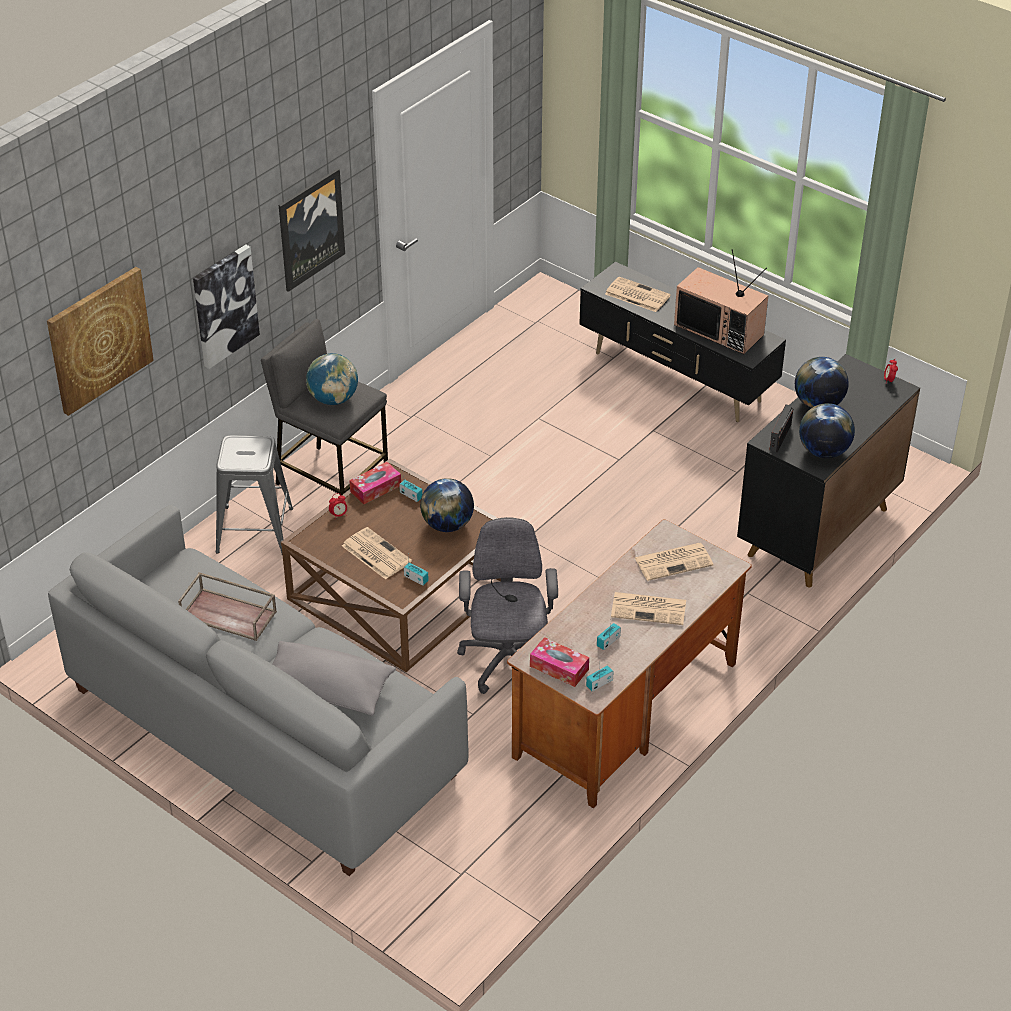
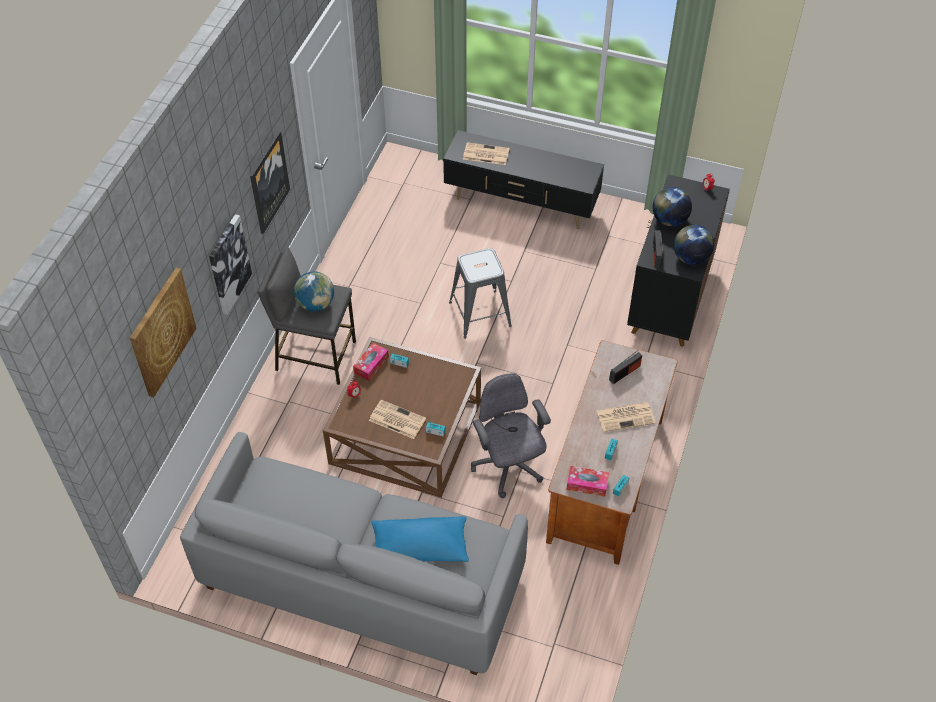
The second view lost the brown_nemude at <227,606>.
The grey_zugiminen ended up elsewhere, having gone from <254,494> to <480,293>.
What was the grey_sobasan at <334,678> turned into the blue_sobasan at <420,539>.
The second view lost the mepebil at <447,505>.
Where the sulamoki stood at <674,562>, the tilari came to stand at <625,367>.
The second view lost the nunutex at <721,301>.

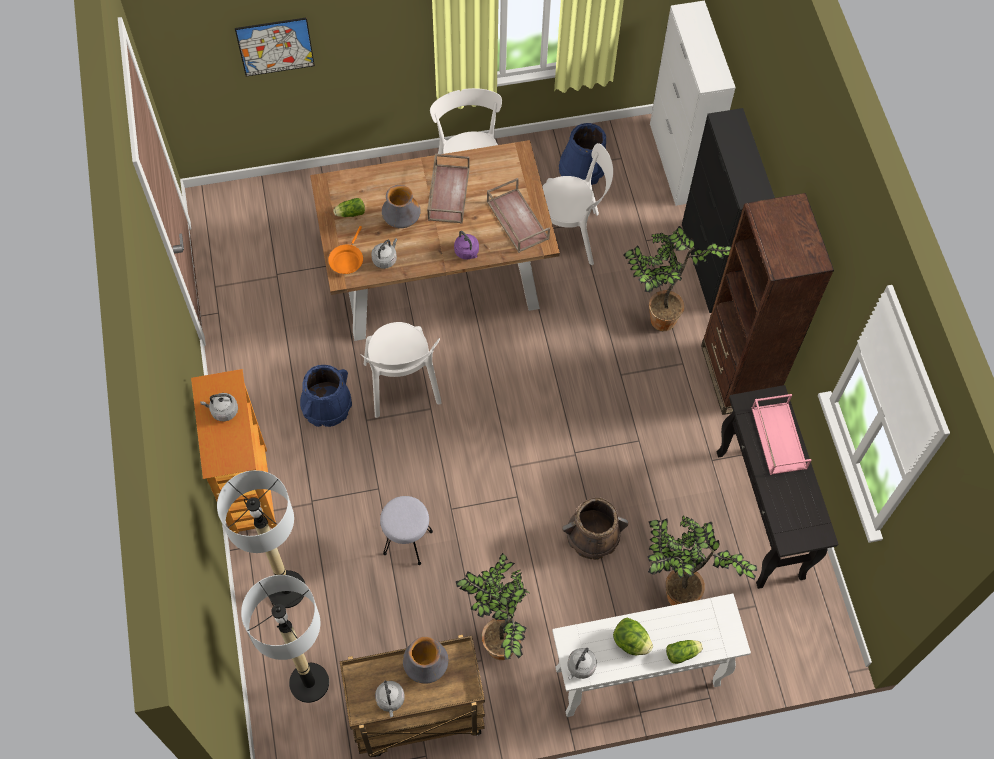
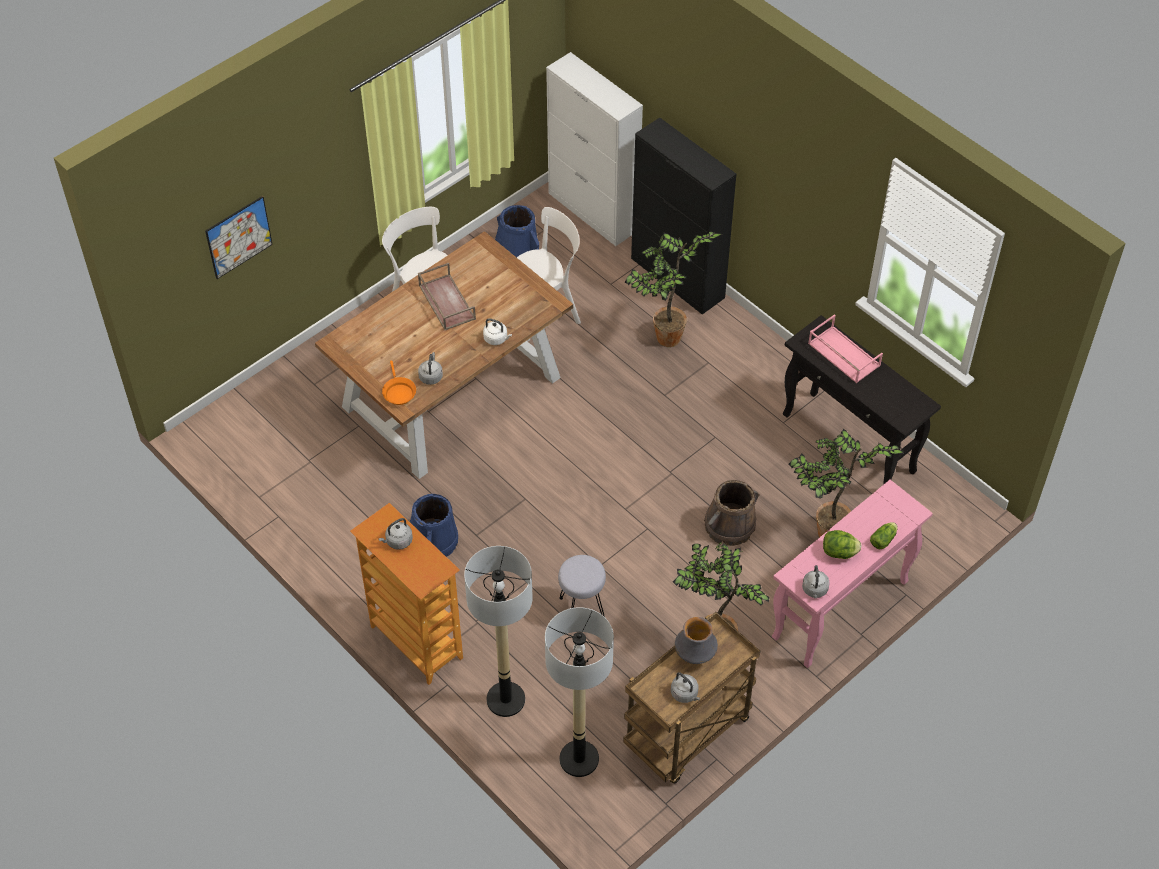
The second view lost the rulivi at <349,207>.
The second view lost the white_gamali at <401,370>.
The second view lost the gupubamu at <401,206>.
What was the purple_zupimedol at <466,245> turned into the white_zupimedol at <497,331>.
The second view lost the brown_nemude at <518,215>.
What was the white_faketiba at <651,655> turned into the pink_faketiba at <852,574>.
The second view lost the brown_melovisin at <767,304>.

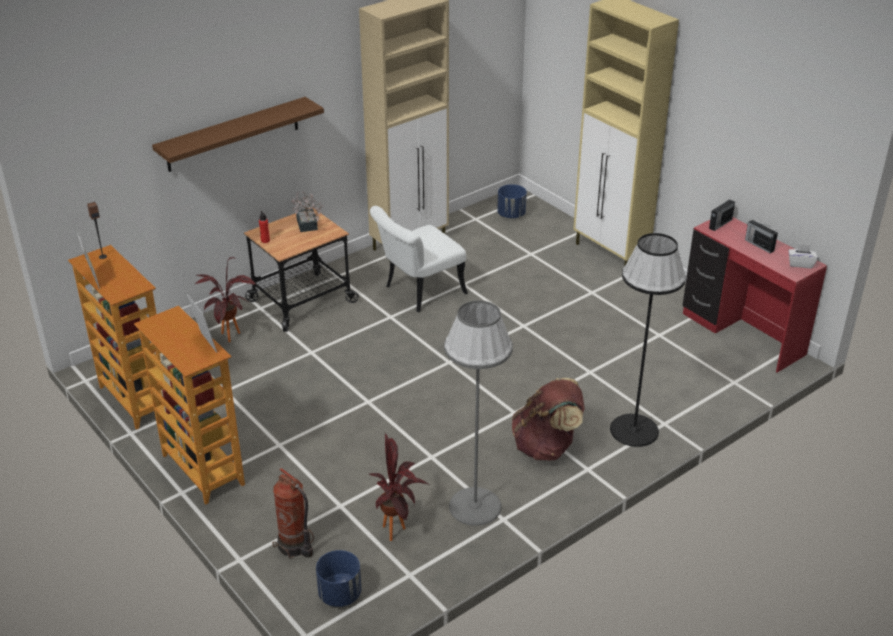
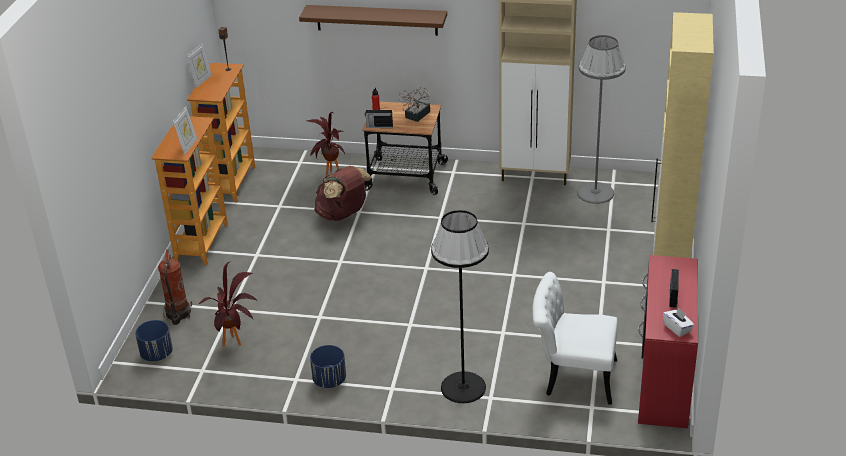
The white_gamali ended up elsewhere, having gone from <419,259> to <575,338>.
The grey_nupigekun ended up elsewhere, having gone from <478,413> to <601,119>.
The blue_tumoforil ended up elsewhere, having gone from <512,201> to <328,366>.
The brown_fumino ended up elsewhere, having gone from <548,419> to <343,193>.
The tilari ended up elsewhere, having gone from <722,214> to <379,117>.

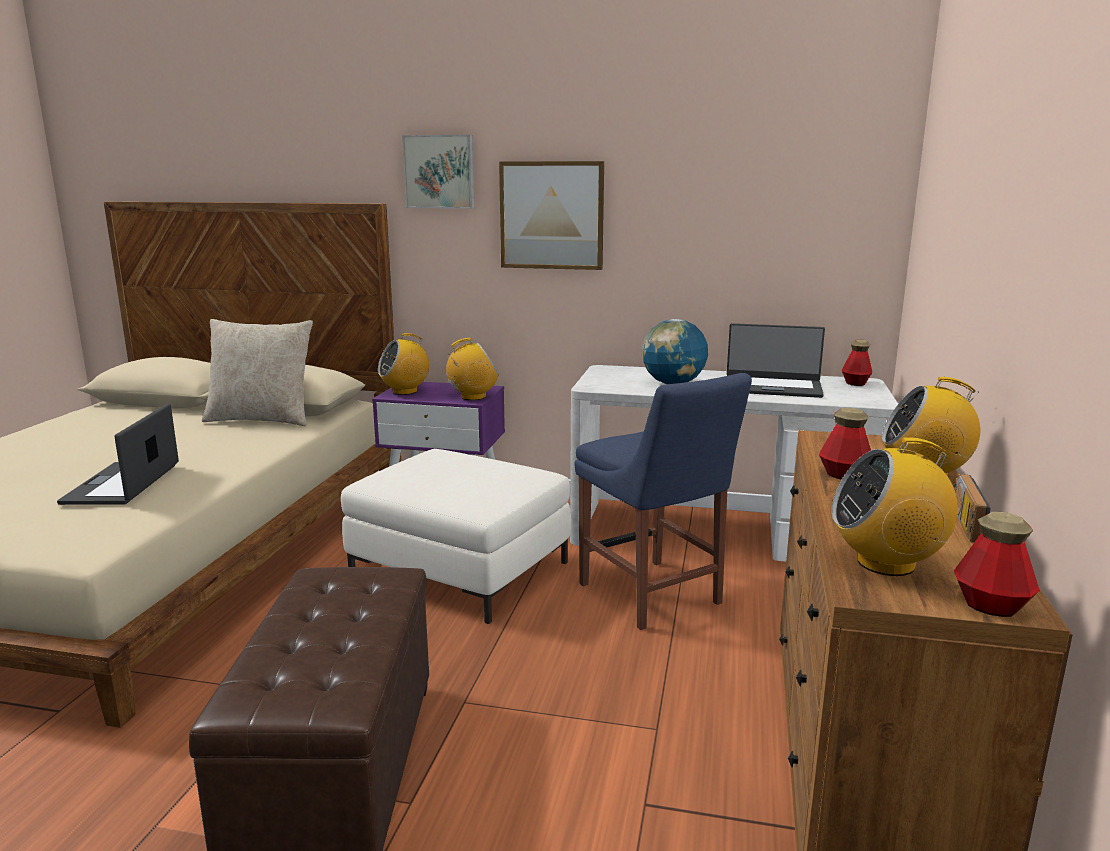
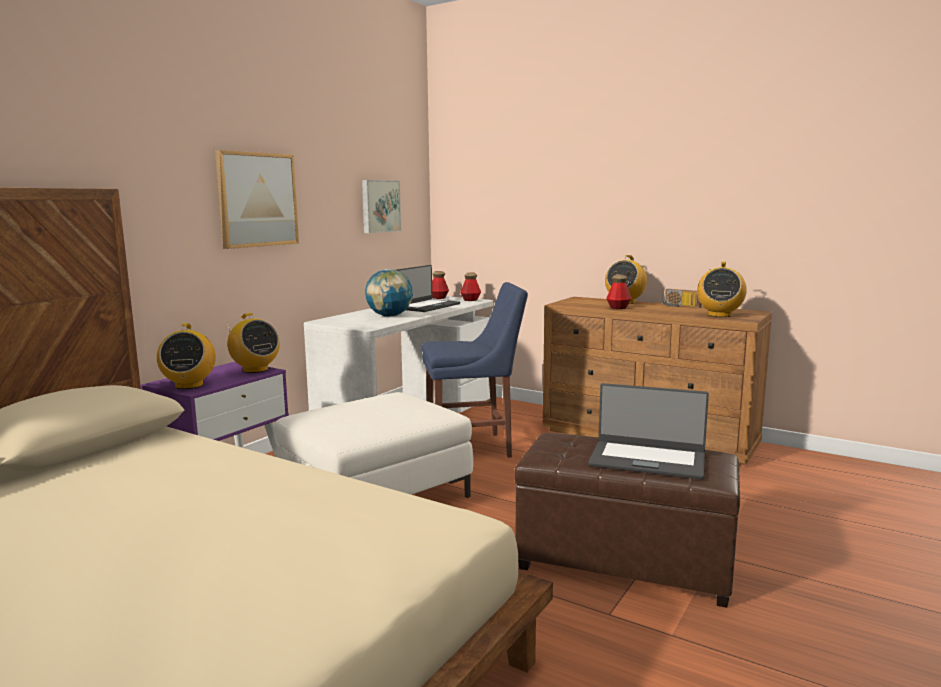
The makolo ended up elsewhere, having gone from <118,454> to <648,431>.
The second view lost the beige_sobasan at <257,372>.
The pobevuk ended up elsewhere, having gone from <438,172> to <381,206>.
The tilari at <472,369> ended up facing another way, 135 degrees clockwise from before.
The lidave ended up elsewhere, having gone from <997,564> to <470,287>.

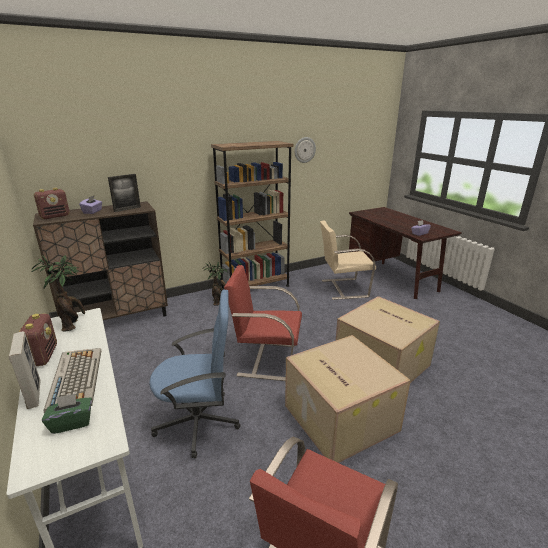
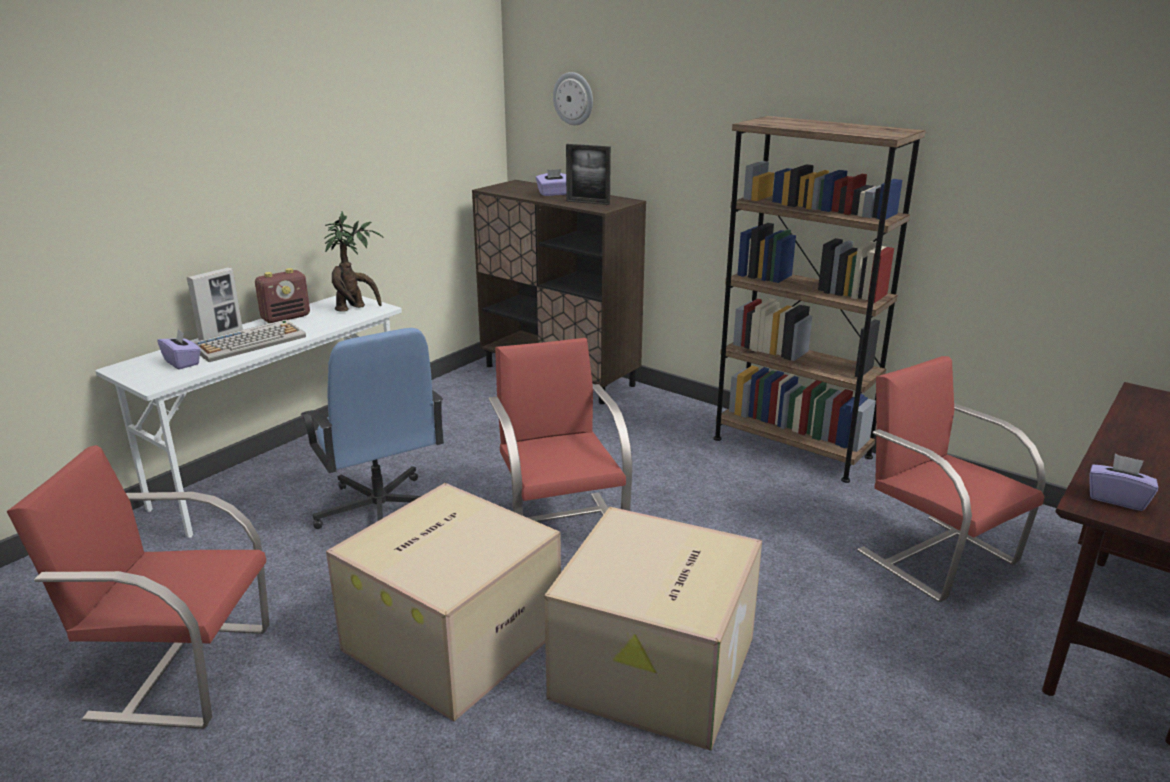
The second view lost the tilari at <52,203>.
What was the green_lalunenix at <67,413> turned into the purple_lalunenix at <179,349>.
The second view lost the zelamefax at <215,283>.
The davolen ended up elsewhere, having gone from <305,150> to <573,98>.
What was the beige_gamali at <348,260> turned into the red_gamali at <951,479>.

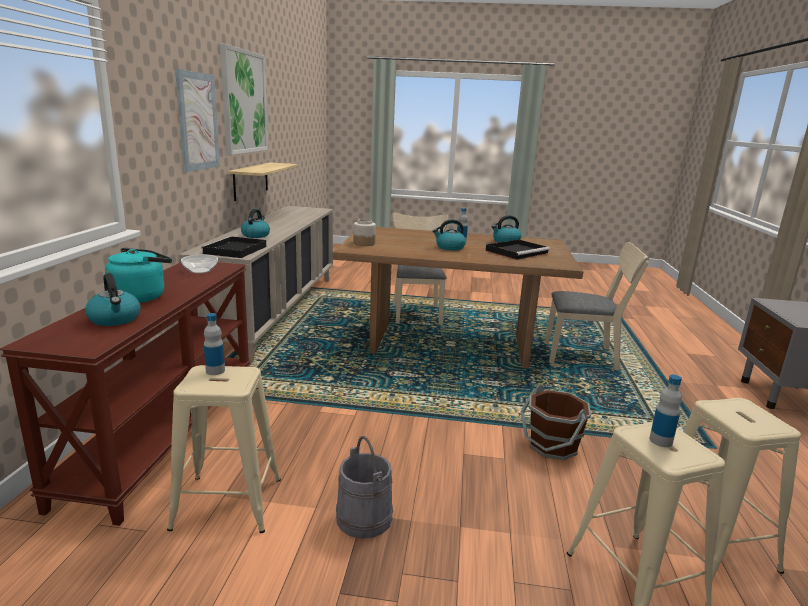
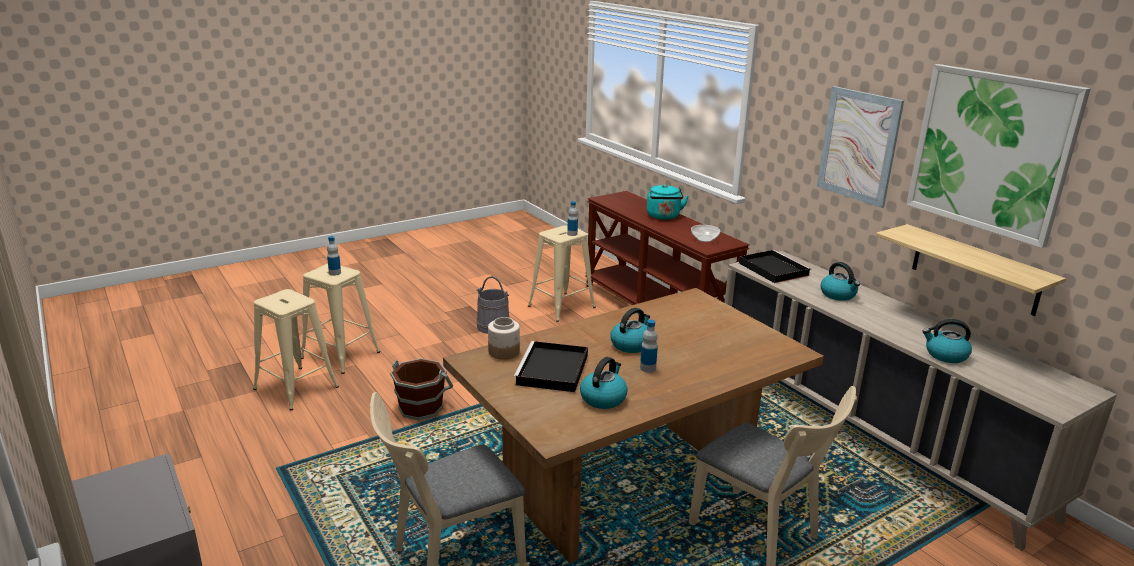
The zupimedol ended up elsewhere, having gone from <112,300> to <947,341>.
The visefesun ended up elsewhere, having gone from <364,232> to <504,338>.

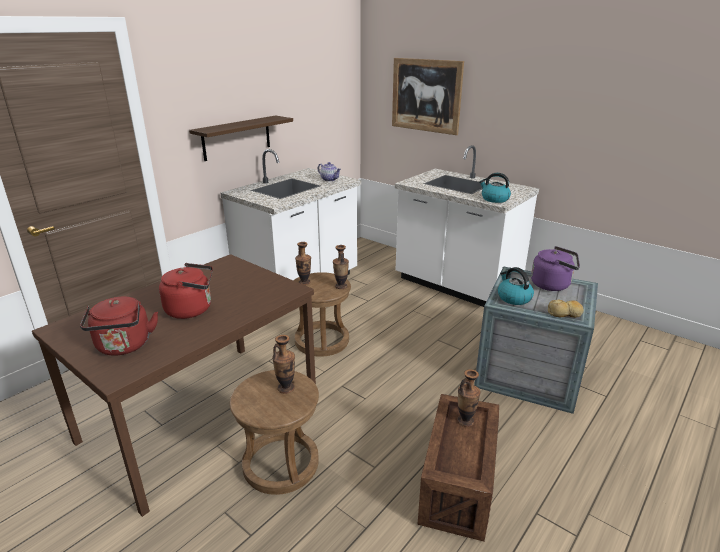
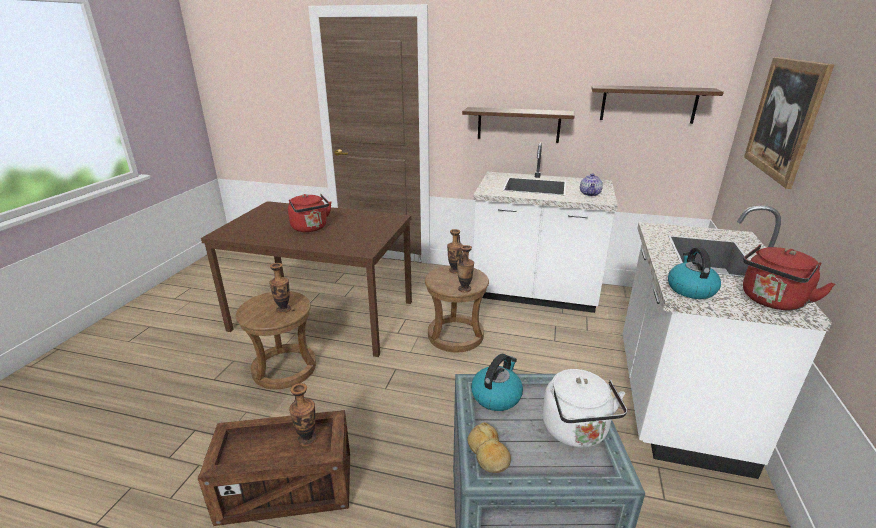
The red_zupimedol ended up elsewhere, having gone from <119,326> to <789,277>.
What was the purple_zupimedol at <555,268> turned into the white_zupimedol at <584,408>.
The second view gained the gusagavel at <657,104>.

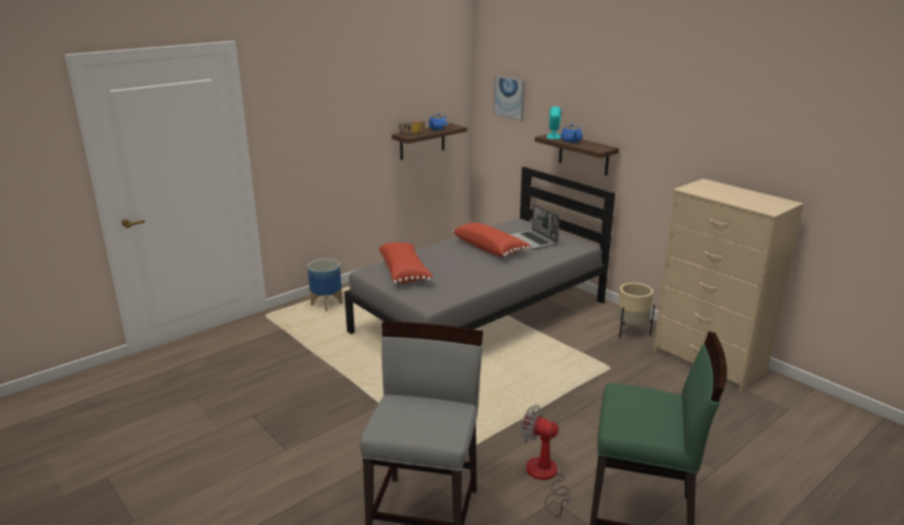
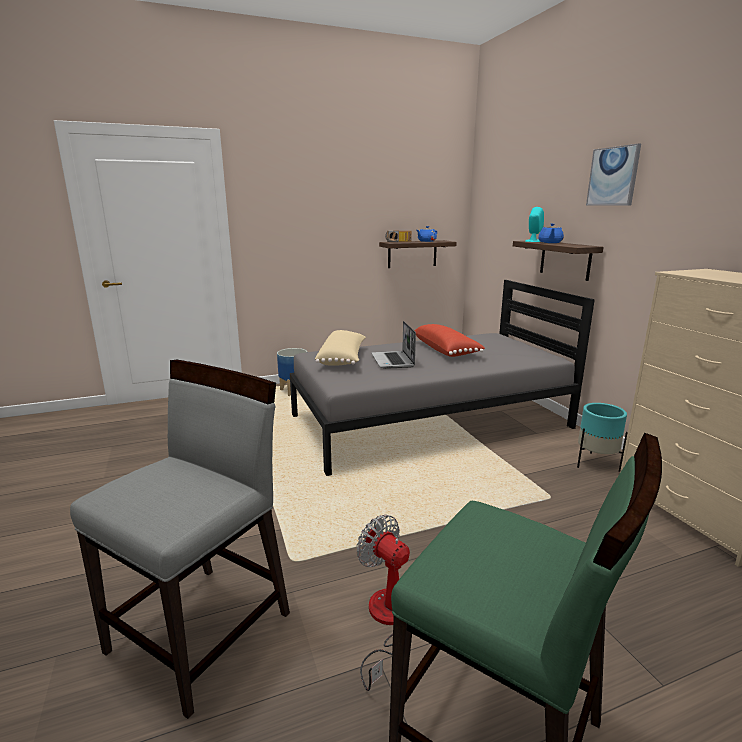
What was the red_sobasan at <406,263> turned into the beige_sobasan at <340,348>.
The pobevuk ended up elsewhere, having gone from <509,98> to <613,174>.
The makolo ended up elsewhere, having gone from <534,226> to <393,345>.
What was the beige_tumoforil at <636,311> turned into the turquoise_tumoforil at <602,437>.

